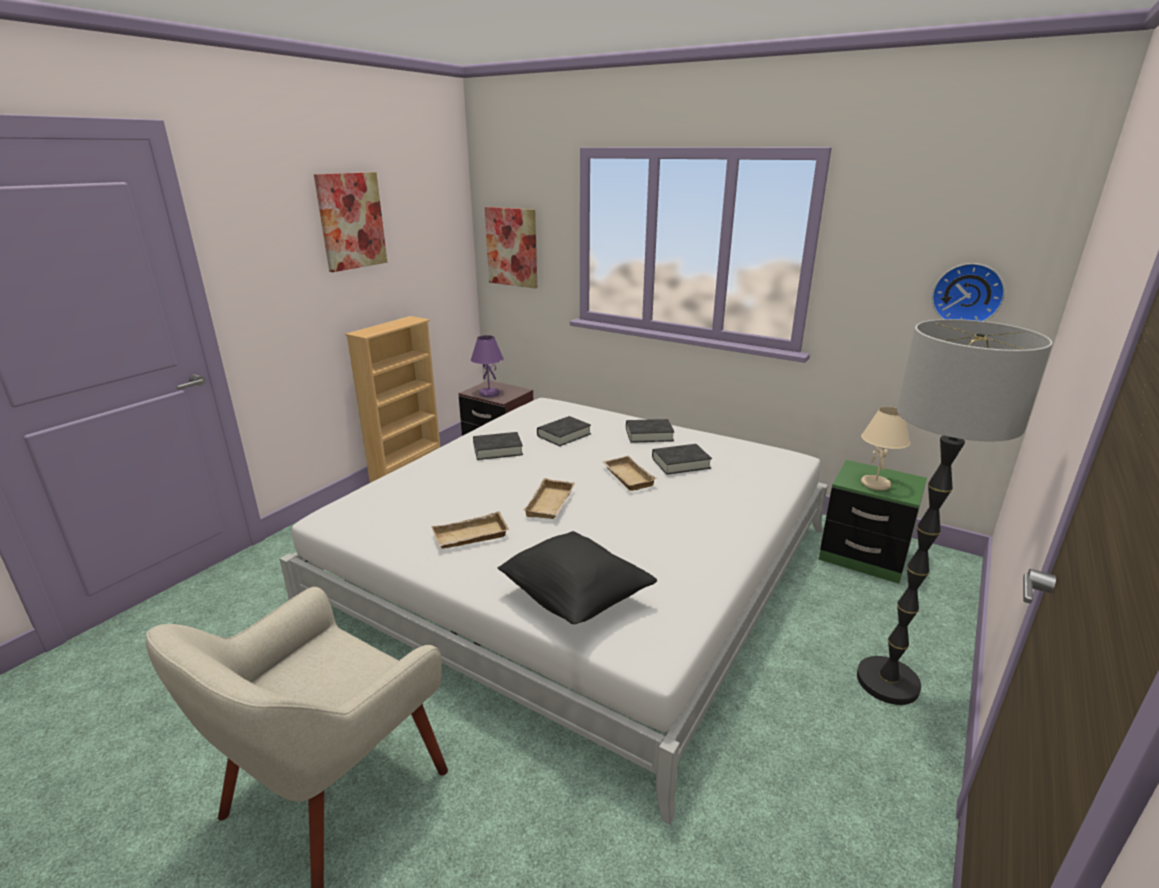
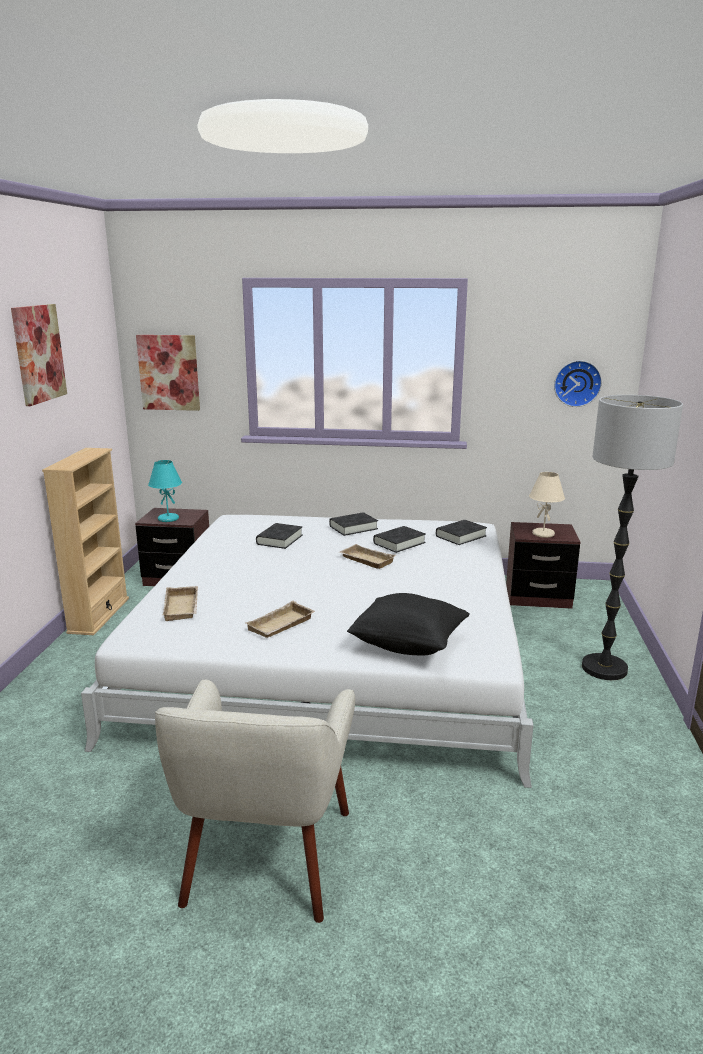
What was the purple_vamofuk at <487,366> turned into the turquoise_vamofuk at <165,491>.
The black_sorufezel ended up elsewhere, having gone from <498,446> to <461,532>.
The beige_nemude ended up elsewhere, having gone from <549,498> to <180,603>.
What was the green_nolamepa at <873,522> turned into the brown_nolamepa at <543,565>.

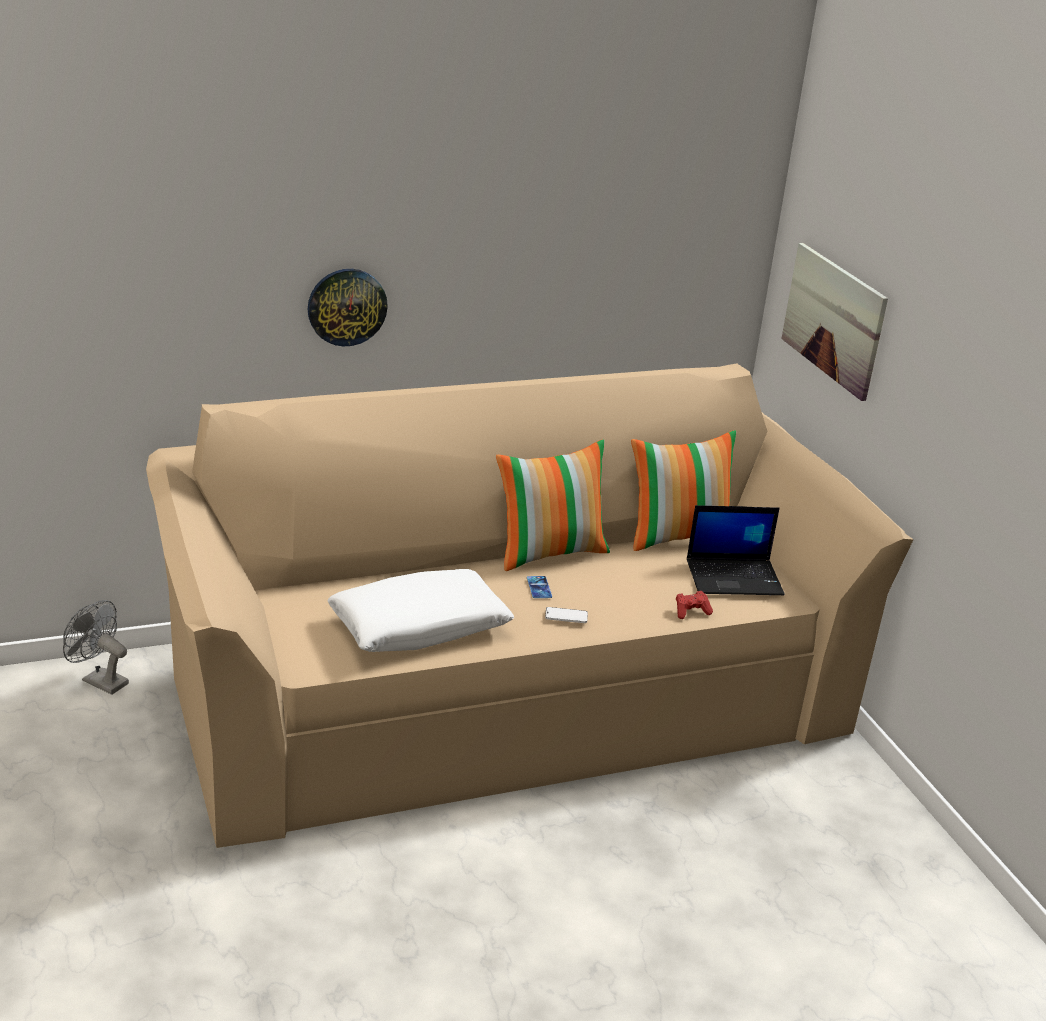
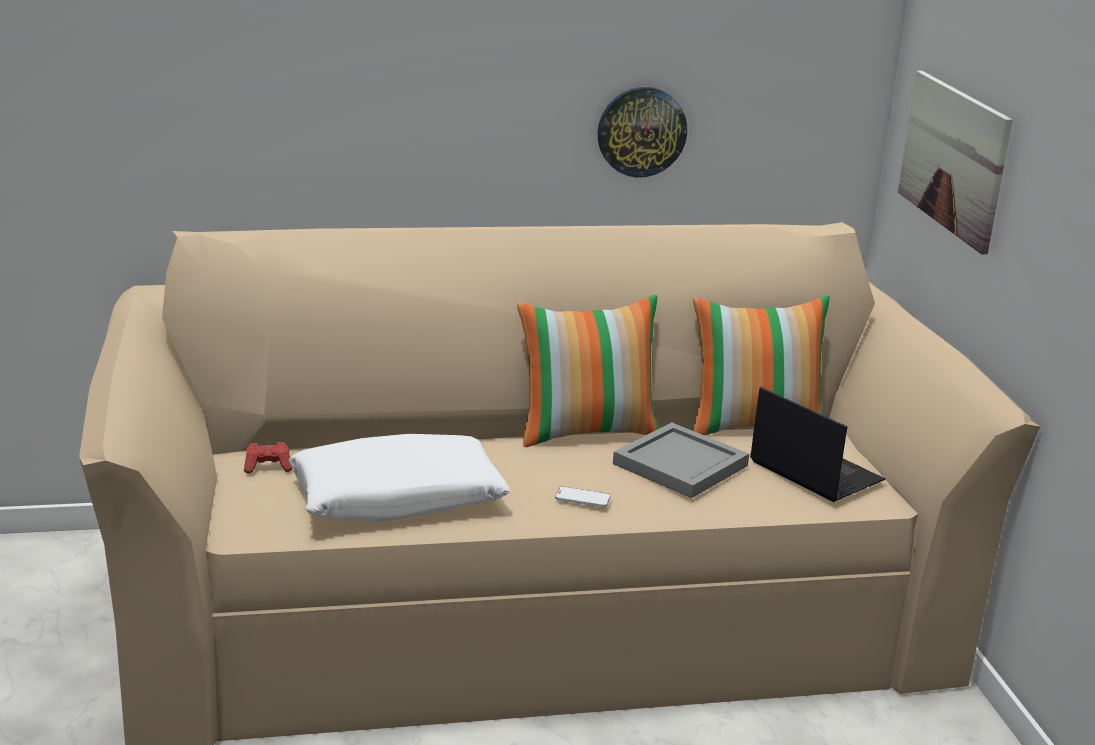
The second view lost the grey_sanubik at <96,647>.
The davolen ended up elsewhere, having gone from <348,307> to <642,132>.
The second view lost the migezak at <539,587>.
The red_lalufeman ended up elsewhere, having gone from <694,605> to <268,457>.
The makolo at <736,550> ended up facing another way, 135 degrees counterclockwise from before.
The second view gained the grey_nemude at <681,460>.

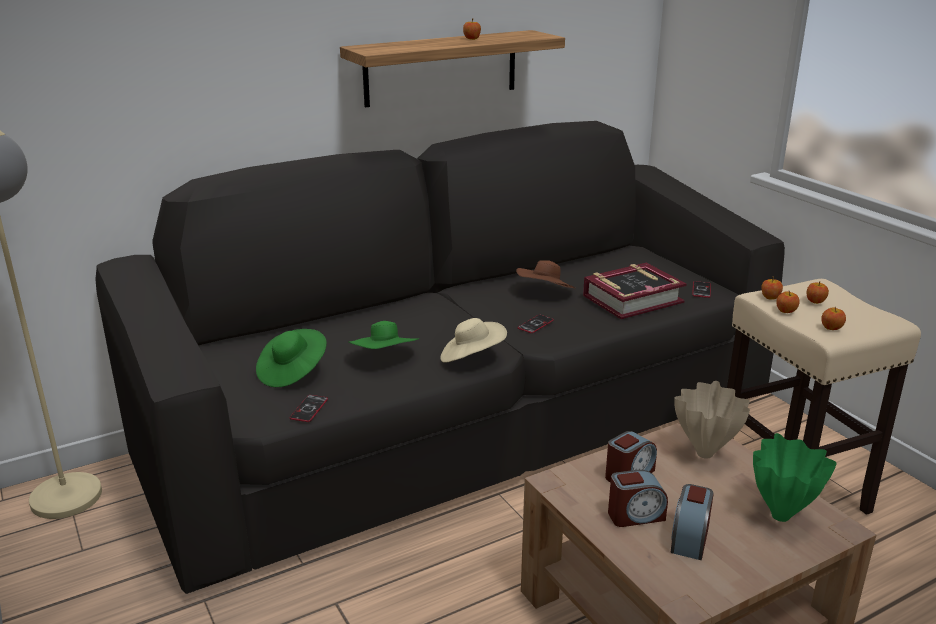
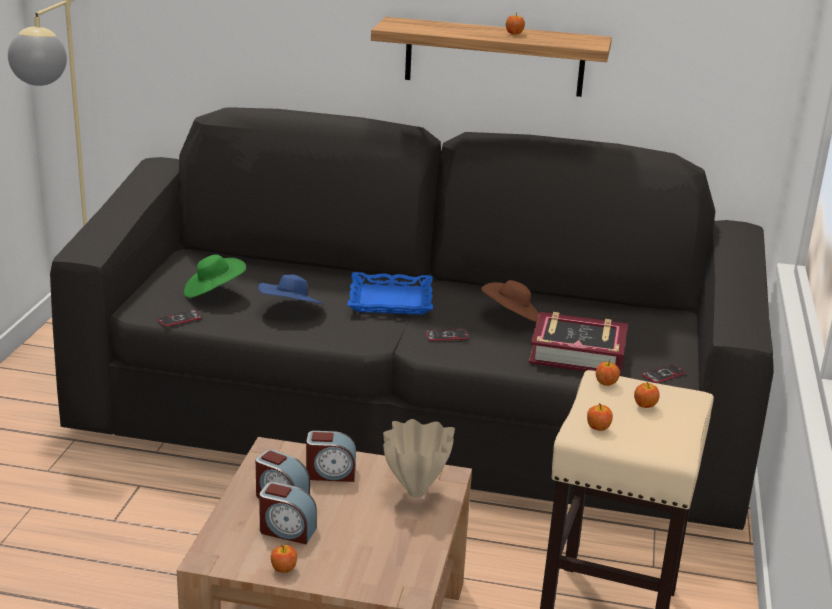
What was the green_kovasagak at <383,335> turned into the blue_kovasagak at <291,290>.
The second view lost the beige_kovasagak at <473,340>.
The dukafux at <692,522> ended up facing another way, 135 degrees counterclockwise from before.
The second view lost the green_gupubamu at <795,477>.
The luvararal ended up elsewhere, having gone from <788,302> to <284,559>.
The second view gained the blue_nemude at <390,293>.

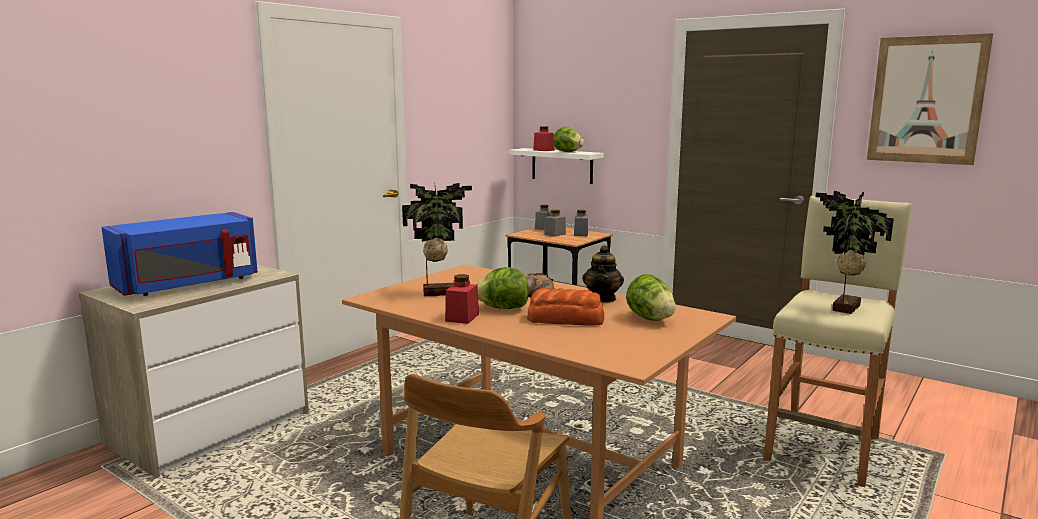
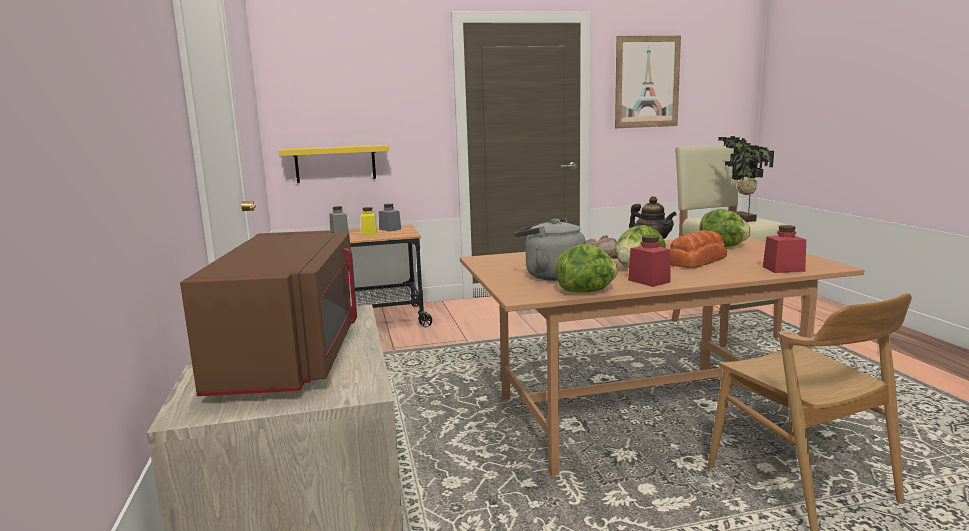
What was the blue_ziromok at <179,254> turned into the brown_ziromok at <268,313>.
Where the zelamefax stood at <437,239>, the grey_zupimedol came to stand at <550,250>.
What was the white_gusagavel at <556,166> turned into the yellow_gusagavel at <333,164>.
The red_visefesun ended up elsewhere, having gone from <543,138> to <784,249>.
What was the grey_visefesun at <555,223> turned into the yellow_visefesun at <369,221>.
The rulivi ended up elsewhere, having gone from <568,139> to <587,268>.

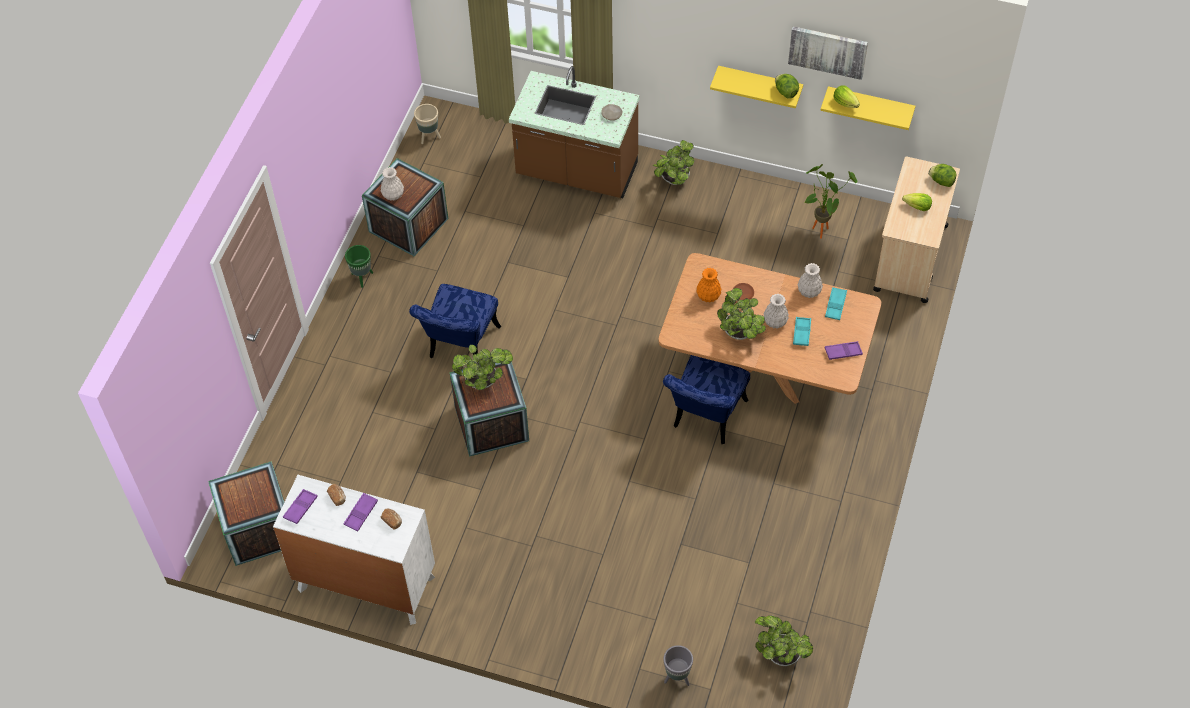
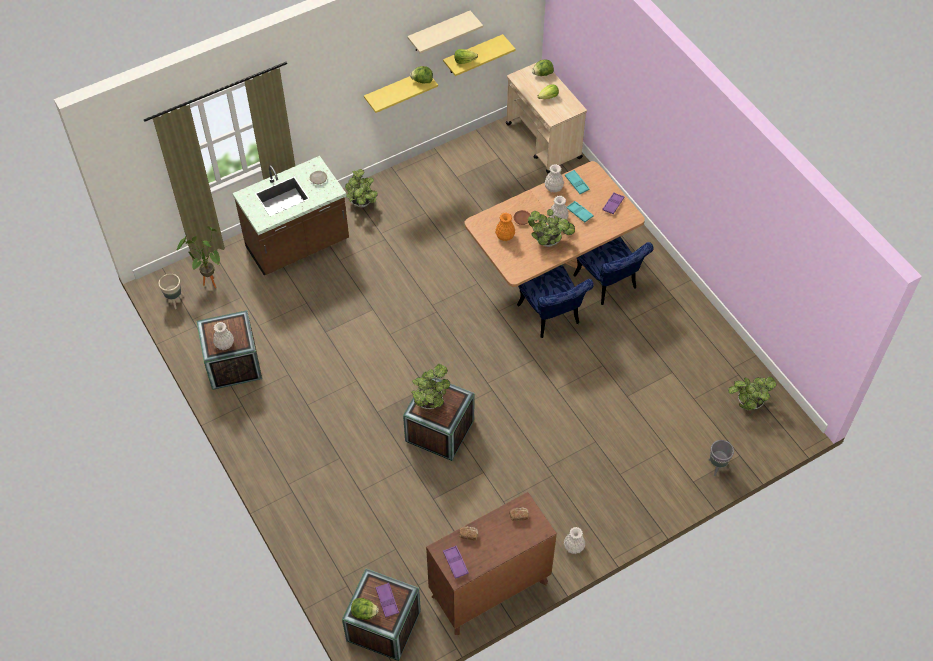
What was the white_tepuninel at <354,550> turned into the brown_tepuninel at <491,563>.
The purple_nemude ended up elsewhere, having gone from <361,512> to <387,600>.
The second view lost the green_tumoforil at <359,266>.
The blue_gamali ended up elsewhere, having gone from <455,321> to <613,271>.
Where the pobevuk hung at <828,53>, the beige_gusagavel came to hang at <445,32>.
The zelamefax ended up elsewhere, having gone from <831,201> to <198,257>.
The second view gained the rulivi at <365,609>.
The second view gained the white_gupubamu at <574,540>.

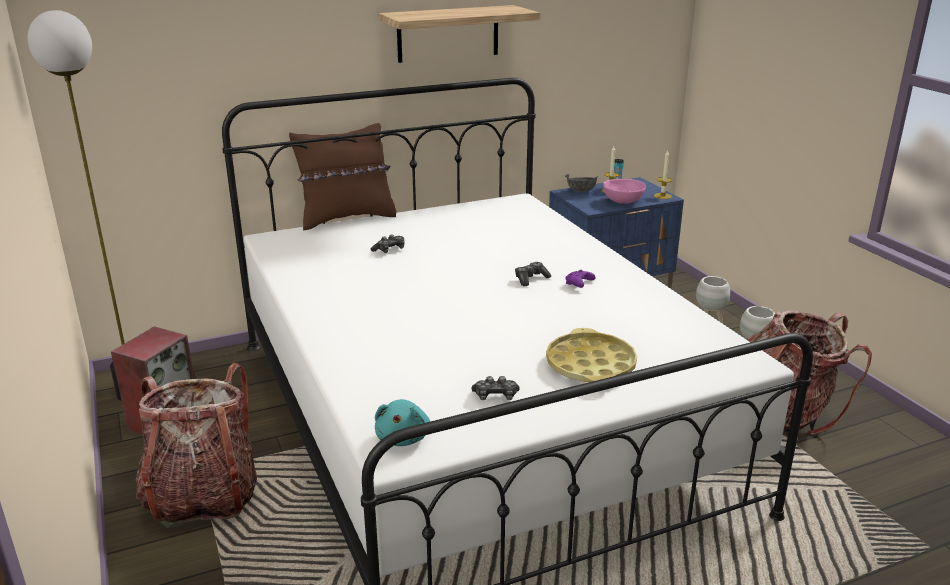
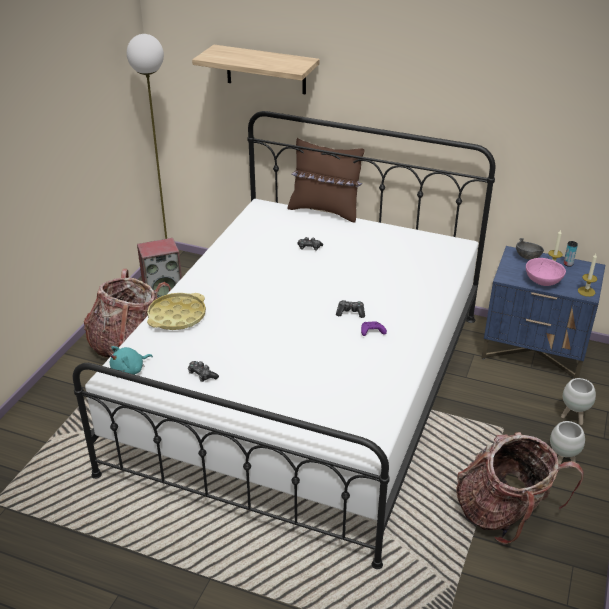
The gusagavel ended up elsewhere, having gone from <460,34> to <256,70>.
The yellow_nemude ended up elsewhere, having gone from <591,355> to <176,311>.

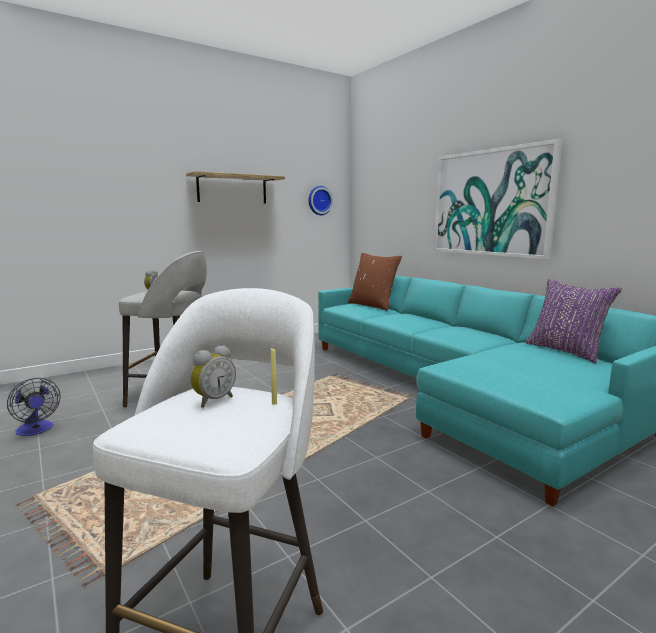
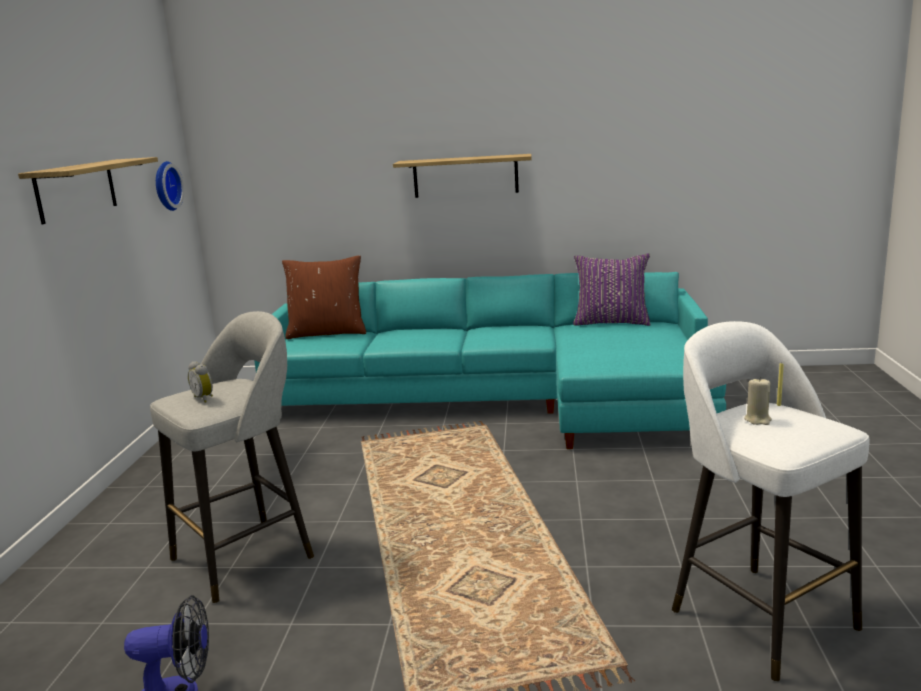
Where the dukafux stood at <213,376>, the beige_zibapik came to stand at <758,401>.
Where the pobevuk hung at <498,199>, the gusagavel came to hang at <462,176>.

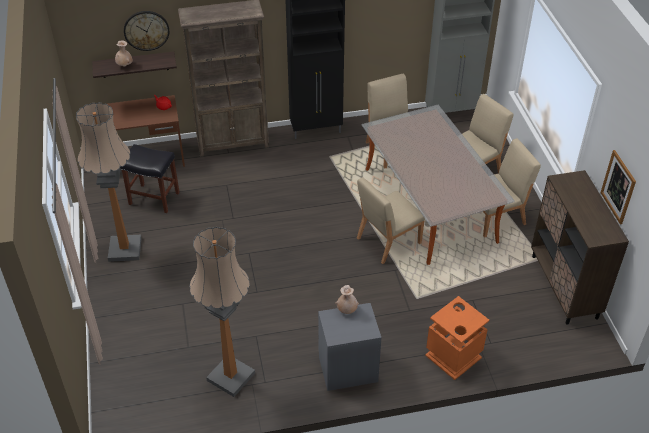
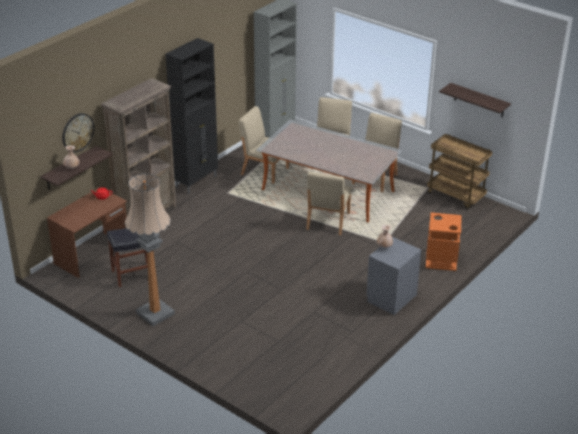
The second view lost the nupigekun at <222,312>.
Where the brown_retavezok stood at <580,247>, the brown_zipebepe came to stand at <459,171>.
Where the pobevuk hung at <618,187>, the gusagavel came to hang at <475,100>.

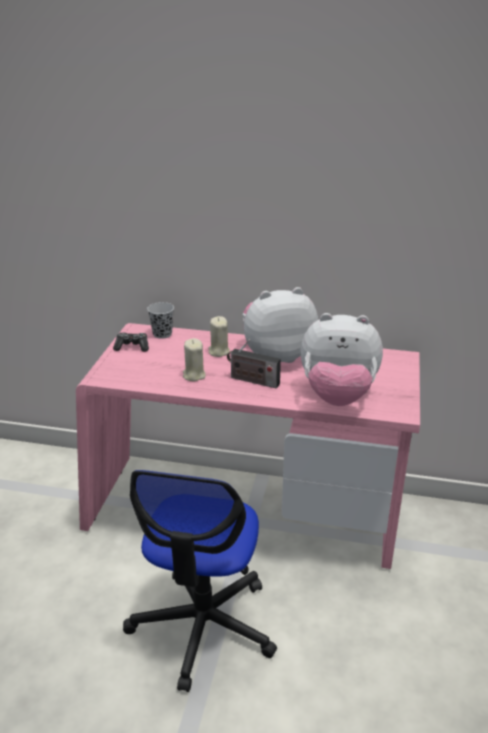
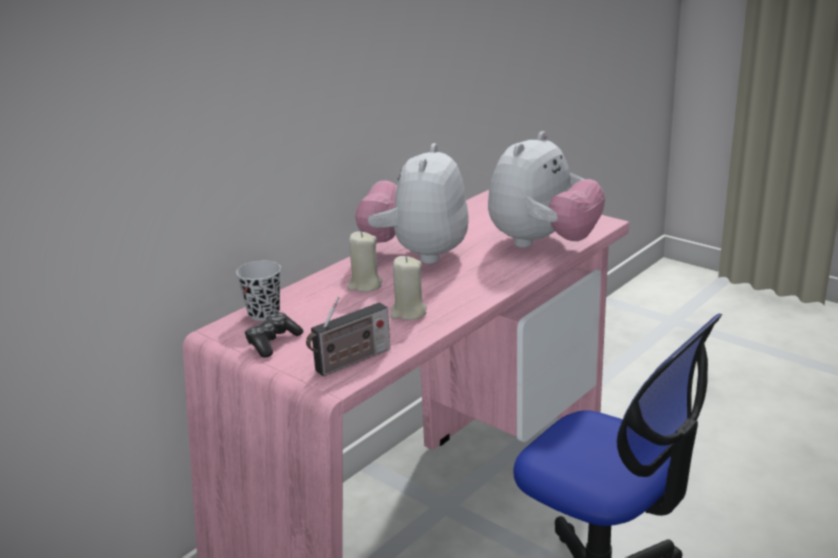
The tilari ended up elsewhere, having gone from <254,363> to <348,336>.

